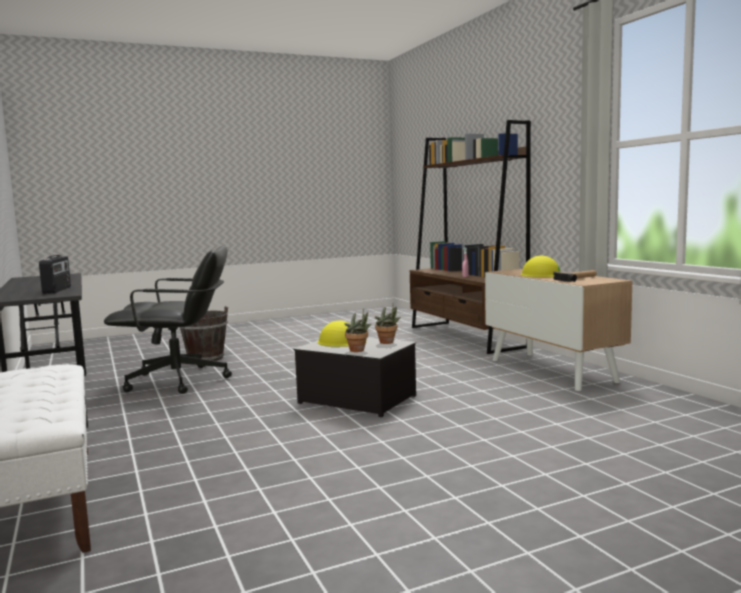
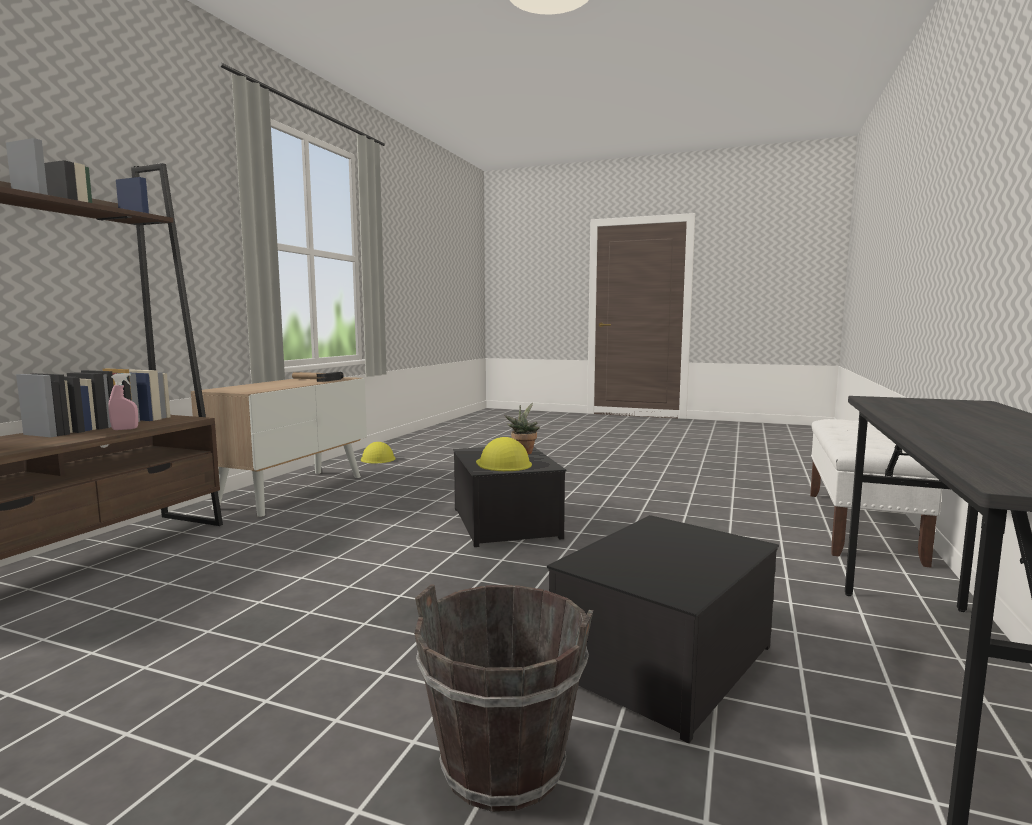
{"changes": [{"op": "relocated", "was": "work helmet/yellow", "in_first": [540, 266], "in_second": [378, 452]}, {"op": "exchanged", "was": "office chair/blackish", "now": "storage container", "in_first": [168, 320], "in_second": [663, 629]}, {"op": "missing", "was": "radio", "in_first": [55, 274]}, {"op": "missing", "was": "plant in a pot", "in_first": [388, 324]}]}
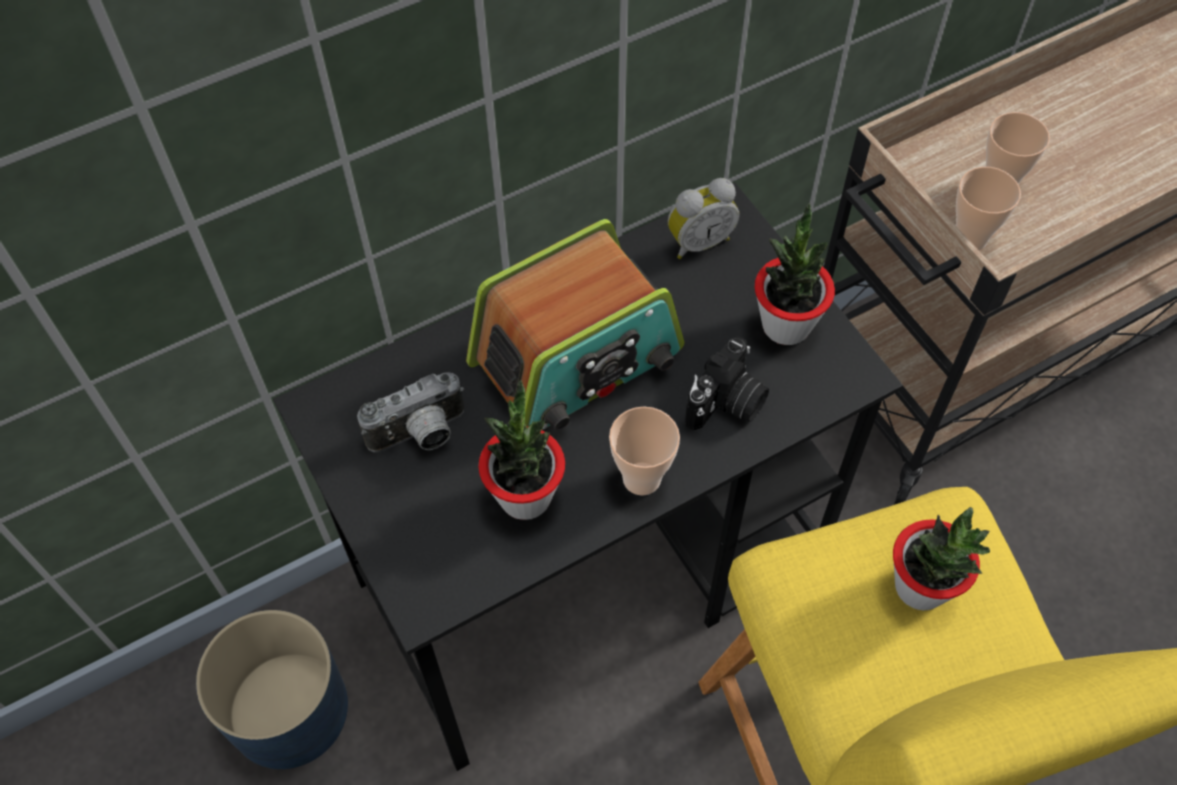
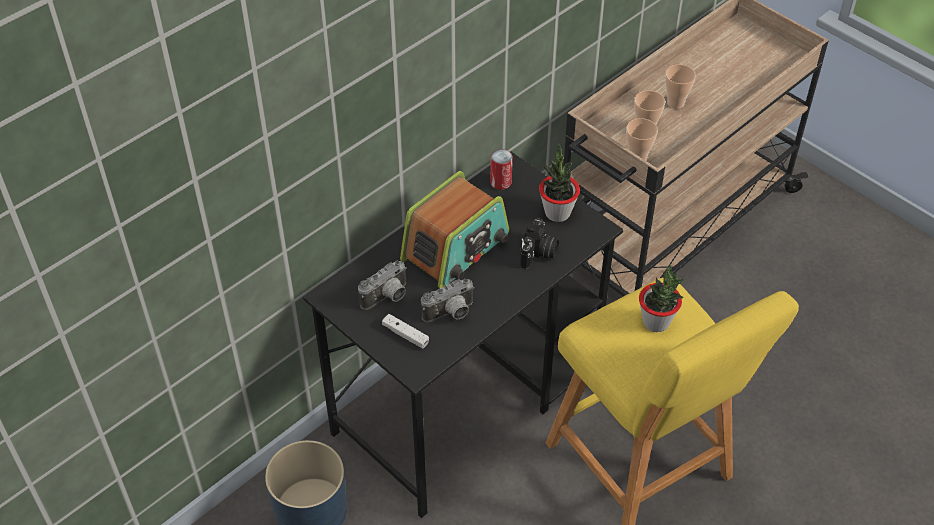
{"changes": [{"op": "appeared", "now": "joypad/whitish", "in_second": [405, 331]}, {"op": "exchanged", "was": "plant in a pot", "now": "photo camera", "in_first": [521, 450], "in_second": [448, 300]}, {"op": "exchanged", "was": "alarm clock", "now": "can", "in_first": [703, 218], "in_second": [501, 169]}, {"op": "relocated", "was": "small cup", "in_first": [644, 451], "in_second": [680, 86]}]}
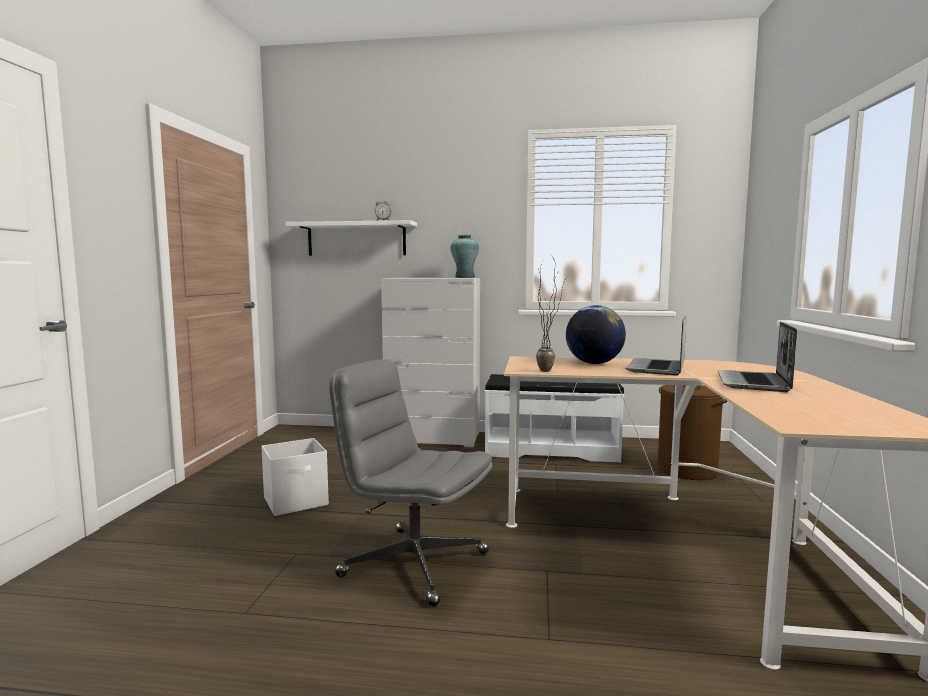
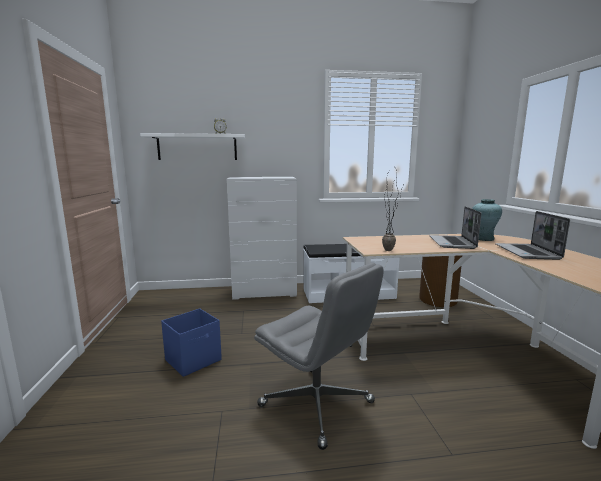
{"changes": [{"op": "colour", "was": "storage container/whitish", "now": "storage container/bluish", "in_first": [295, 477], "in_second": [191, 342]}, {"op": "spun", "was": "office chair/grey", "in_first": [411, 483], "in_second": [319, 356], "clockwise": -150}, {"op": "relocated", "was": "flower vase/turquoise-coloured", "in_first": [464, 256], "in_second": [487, 220]}, {"op": "missing", "was": "globe", "in_first": [596, 334]}]}
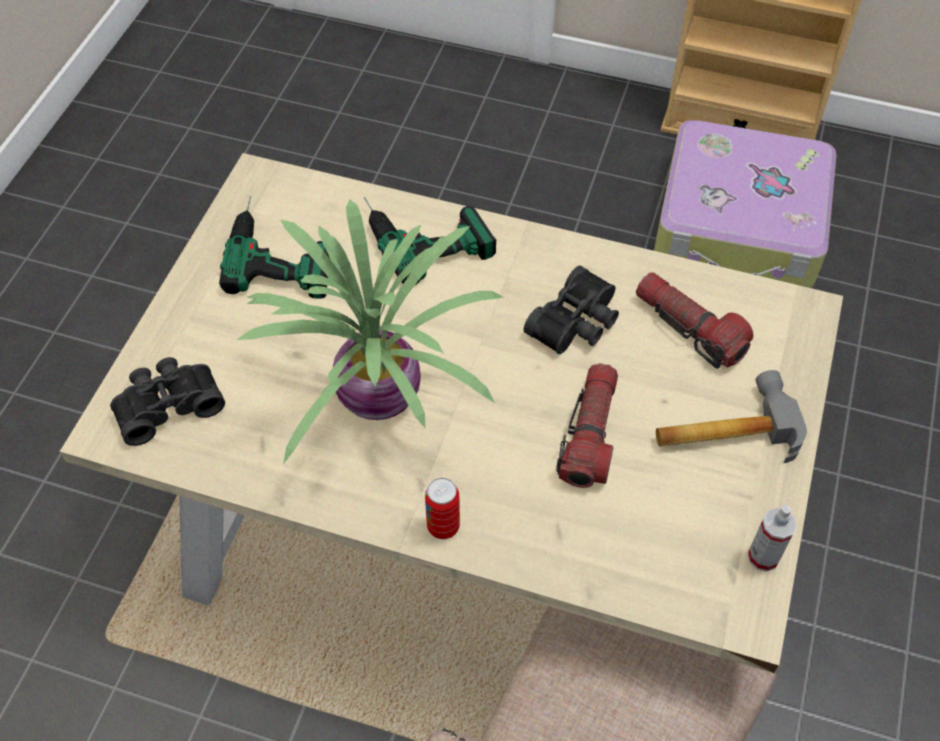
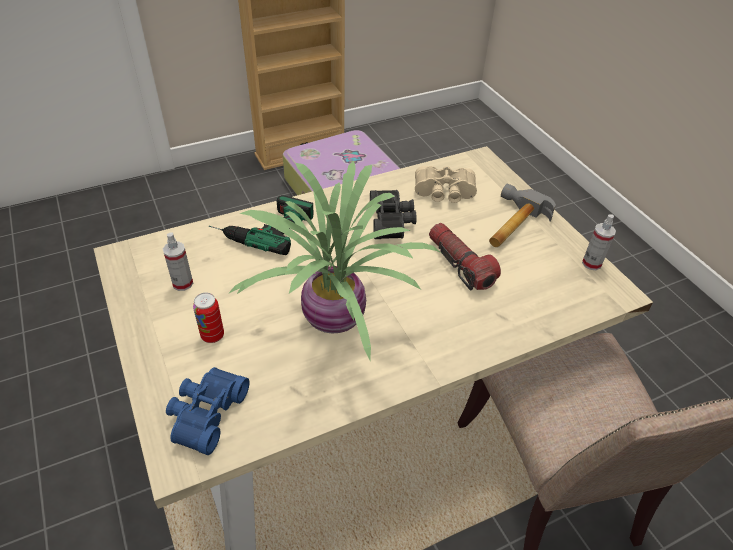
{"changes": [{"op": "exchanged", "was": "power drill", "now": "spray bottle", "in_first": [275, 247], "in_second": [178, 261]}, {"op": "colour", "was": "pair of binoculars/blackish", "now": "pair of binoculars/bluish", "in_first": [167, 401], "in_second": [208, 411]}, {"op": "relocated", "was": "can", "in_first": [442, 508], "in_second": [208, 317]}, {"op": "exchanged", "was": "hand torch", "now": "pair of binoculars/beige-coloured", "in_first": [694, 320], "in_second": [446, 184]}]}
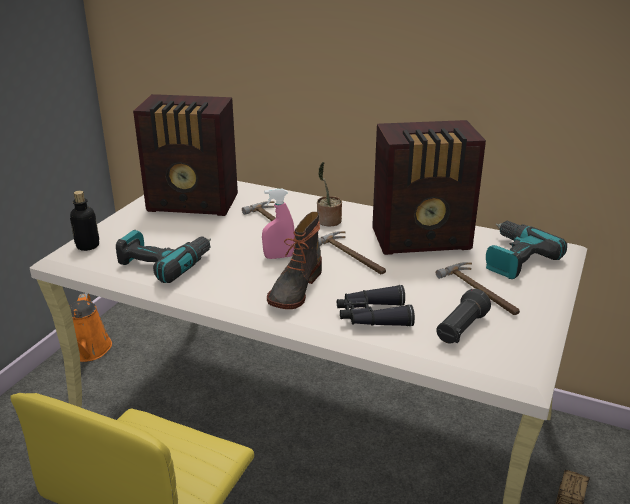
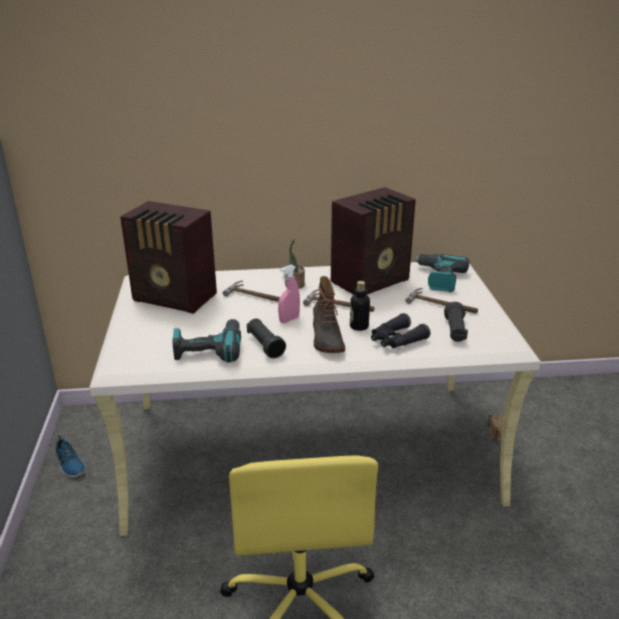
{"changes": [{"op": "exchanged", "was": "watering can/orange", "now": "item of footwear", "in_first": [91, 327], "in_second": [71, 456]}, {"op": "spun", "was": "radio", "in_first": [185, 155], "in_second": [168, 257], "clockwise": 45}, {"op": "appeared", "now": "hand torch/blackish", "in_second": [266, 338]}, {"op": "relocated", "was": "beverage bottle", "in_first": [85, 221], "in_second": [360, 306]}]}
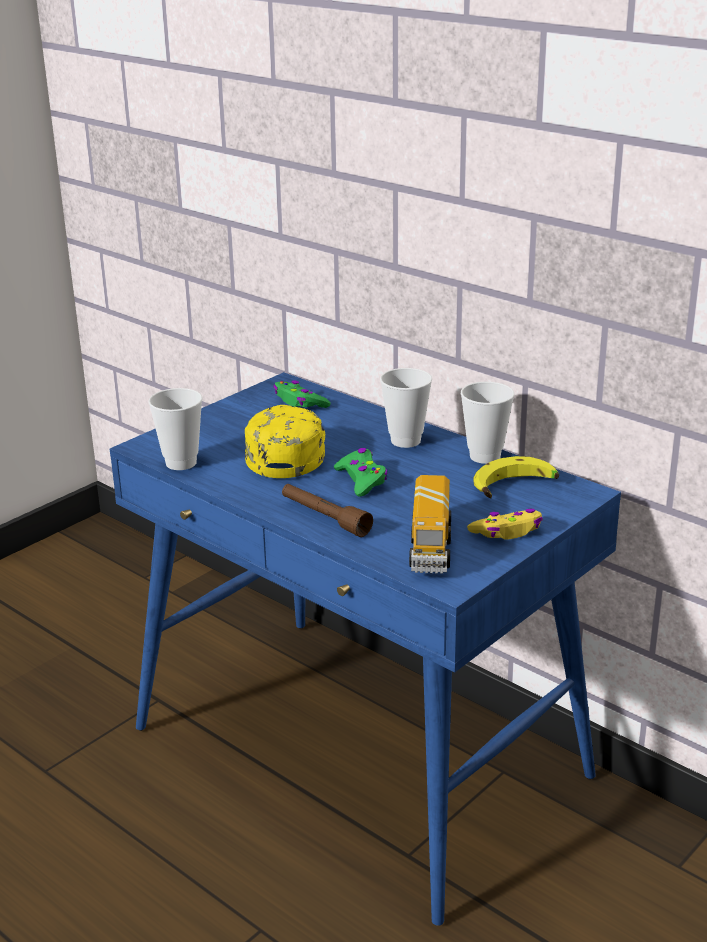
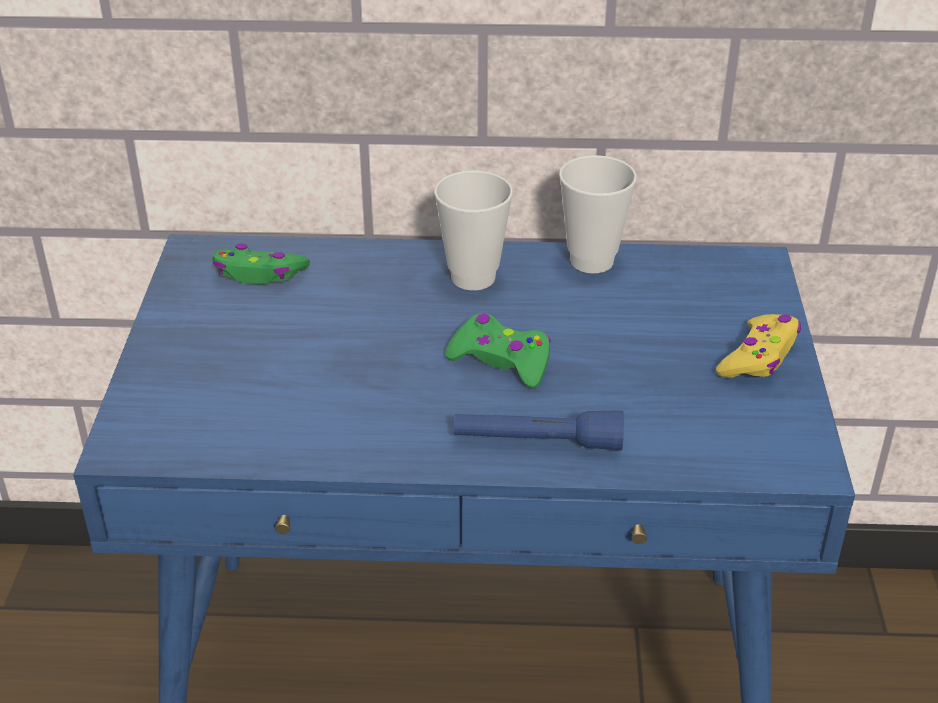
{"changes": [{"op": "colour", "was": "hand torch/brown-coloured", "now": "hand torch/bluish", "in_first": [327, 510], "in_second": [539, 430]}, {"op": "missing", "was": "small cup", "in_first": [175, 429]}, {"op": "missing", "was": "baseball cap/yellow", "in_first": [285, 441]}, {"op": "missing", "was": "toy lorry", "in_first": [430, 524]}, {"op": "missing", "was": "whole banana", "in_first": [516, 477]}]}
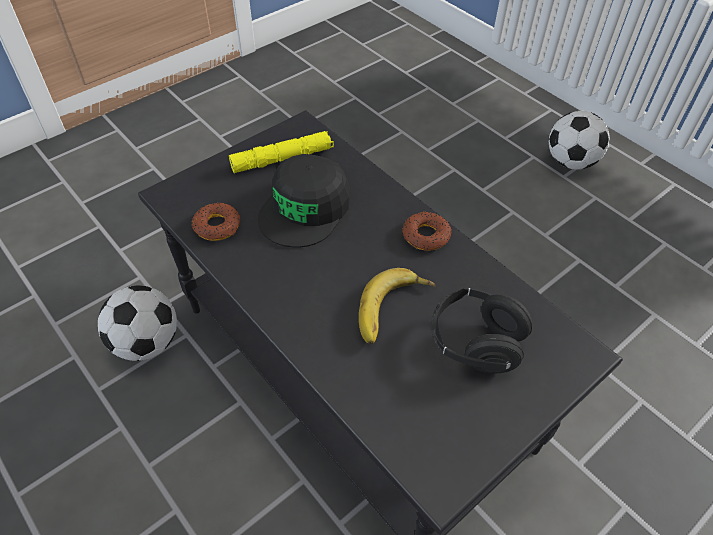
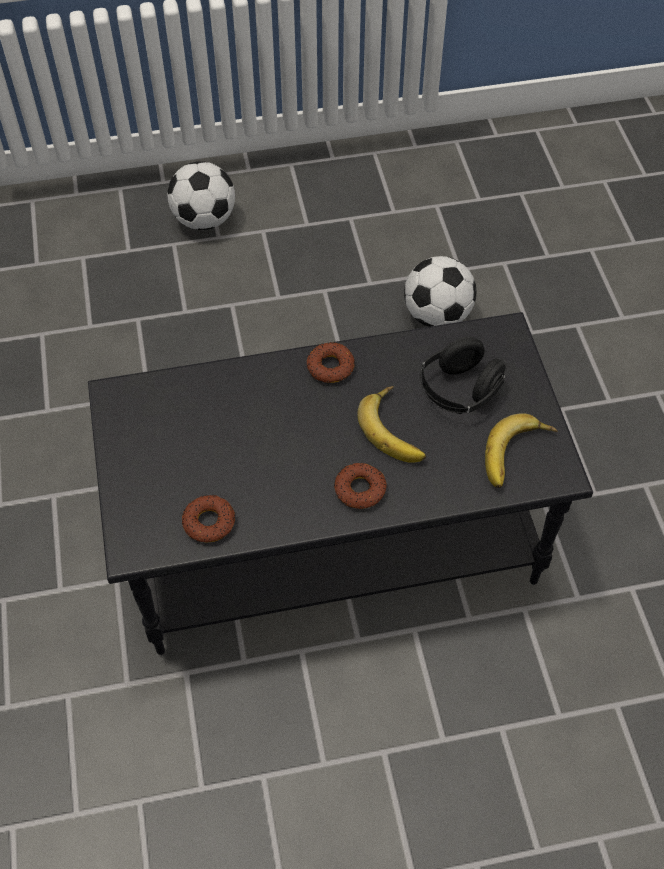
{"changes": [{"op": "appeared", "now": "doughnut", "in_second": [360, 486]}, {"op": "relocated", "was": "ball for football", "in_first": [137, 323], "in_second": [440, 291]}, {"op": "appeared", "now": "whole banana", "in_second": [521, 450]}, {"op": "missing", "was": "hand torch/yellow", "in_first": [281, 152]}, {"op": "missing", "was": "baseball cap/blackish", "in_first": [304, 201]}]}
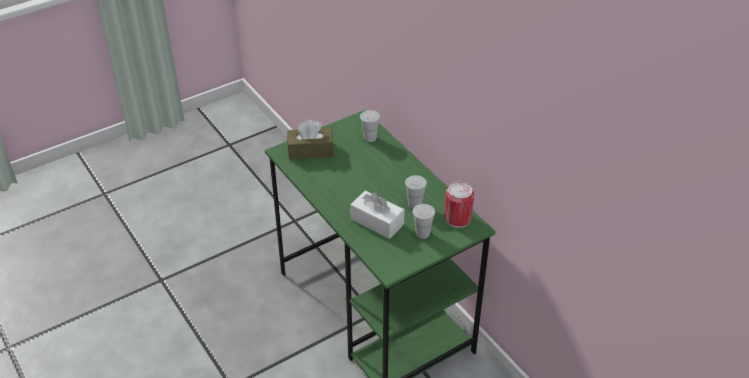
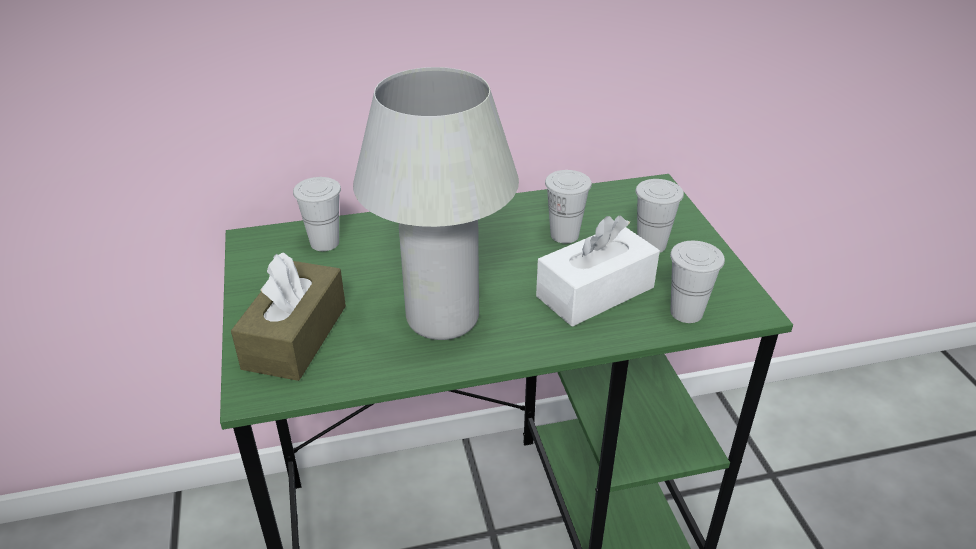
{"changes": [{"op": "appeared", "now": "tabletop lamp/whitish", "in_second": [436, 203]}, {"op": "appeared", "now": "small cup/whitish", "in_second": [697, 282]}, {"op": "missing", "was": "can", "in_first": [459, 205]}]}
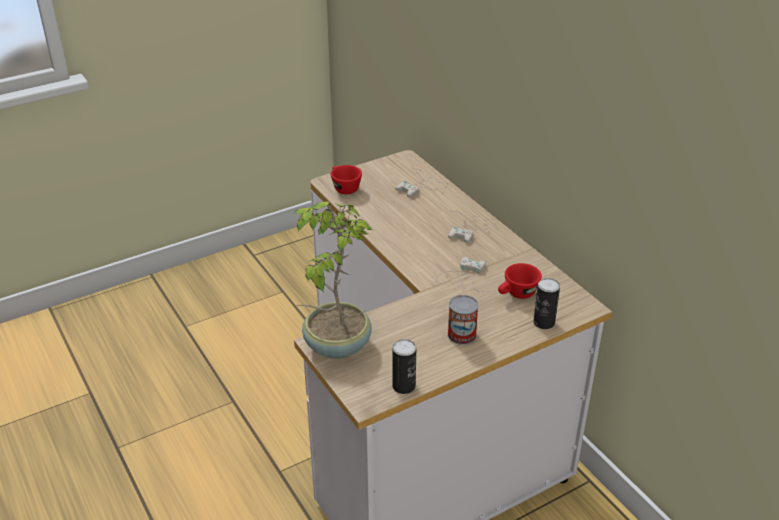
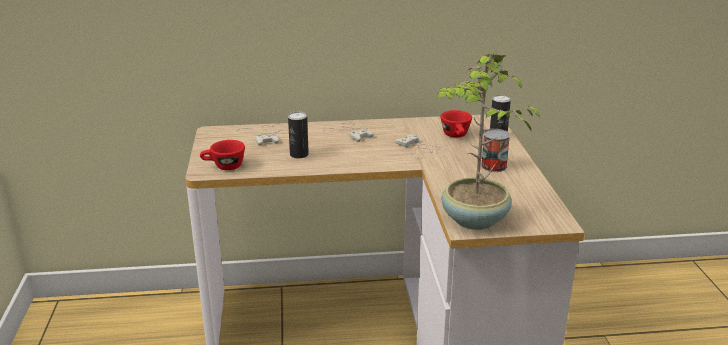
{"changes": [{"op": "relocated", "was": "can", "in_first": [404, 366], "in_second": [298, 135]}]}
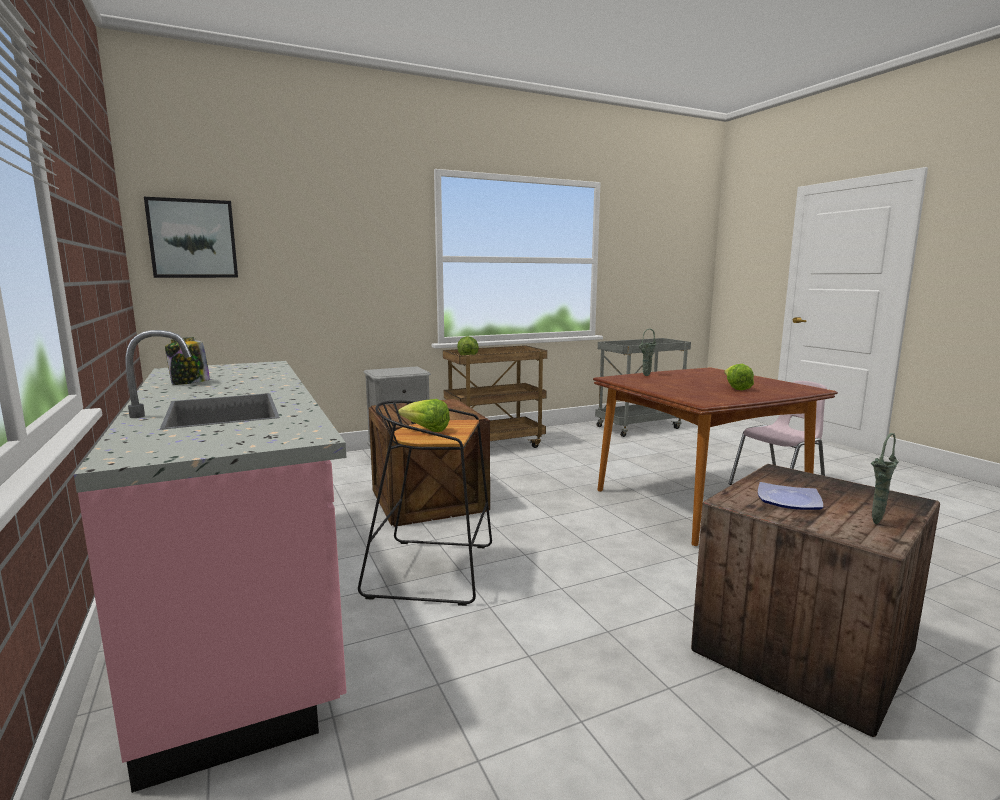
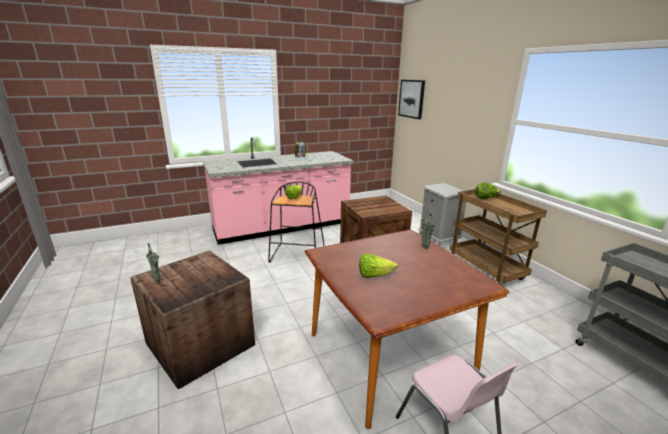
{"changes": [{"op": "missing", "was": "plate", "in_first": [790, 496]}]}
